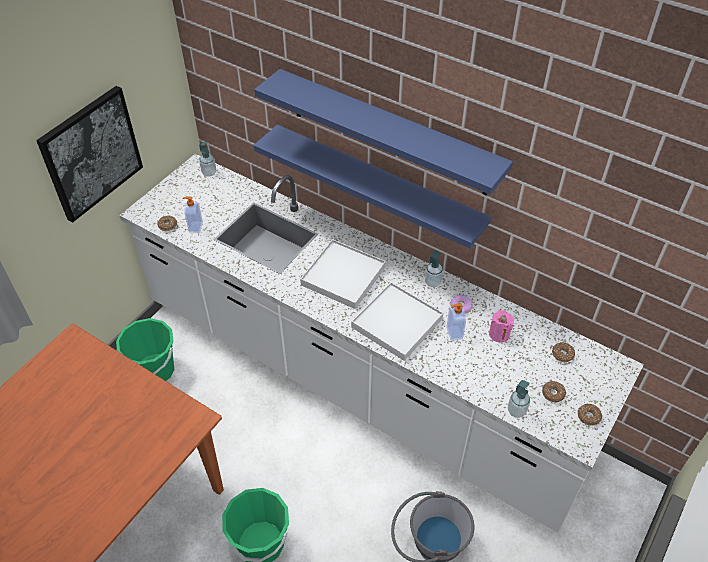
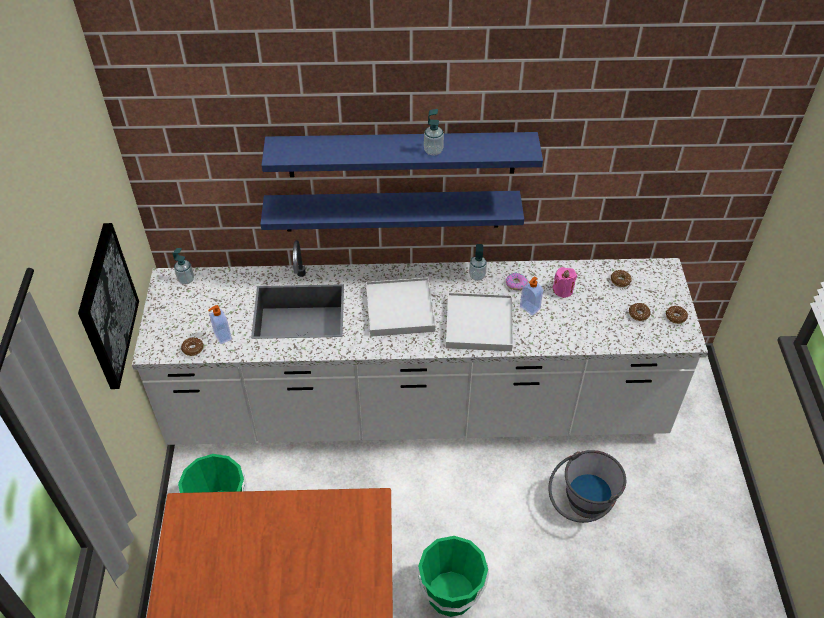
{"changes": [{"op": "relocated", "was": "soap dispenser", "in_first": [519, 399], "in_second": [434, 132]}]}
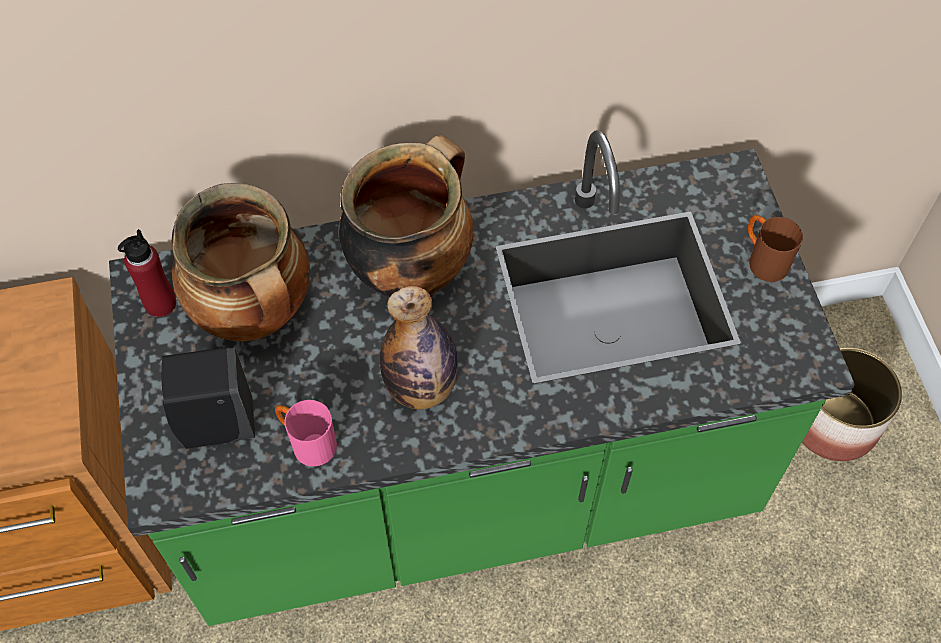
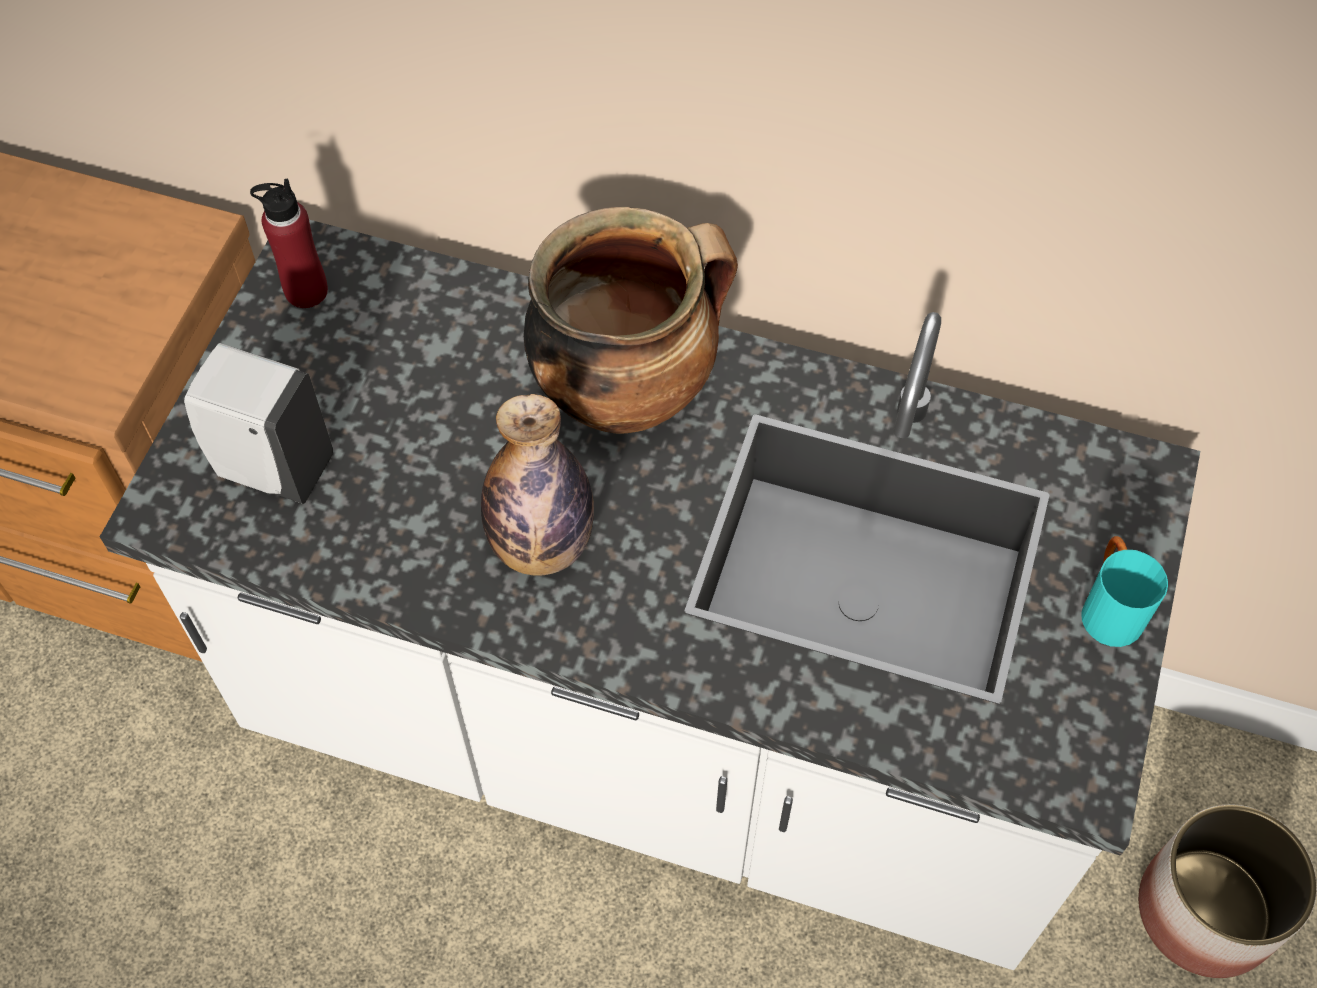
{"changes": [{"op": "colour", "was": "kitchen counter/green", "now": "kitchen counter/whitish", "in_first": [482, 378], "in_second": [650, 595]}, {"op": "colour", "was": "soap dispenser/blackish", "now": "soap dispenser/whitish", "in_first": [208, 398], "in_second": [258, 423]}, {"op": "colour", "was": "mug/brown-coloured", "now": "mug/turquoise-coloured", "in_first": [775, 248], "in_second": [1124, 591]}, {"op": "missing", "was": "saucepot", "in_first": [241, 262]}, {"op": "missing", "was": "mug/pinkish", "in_first": [306, 433]}]}
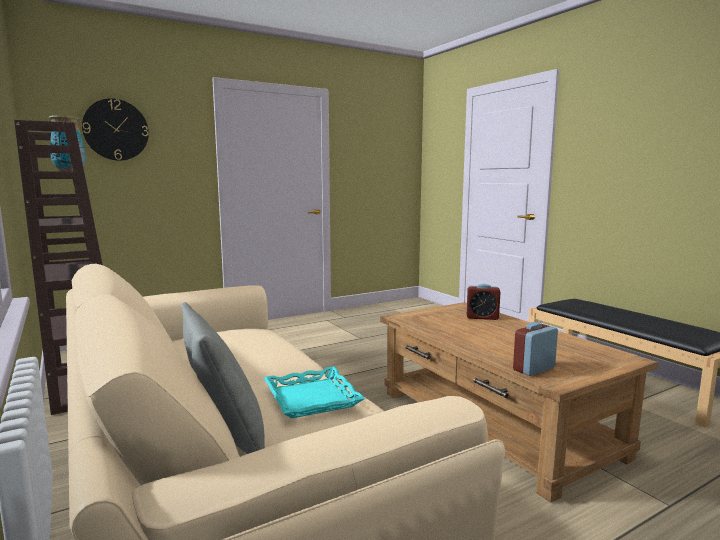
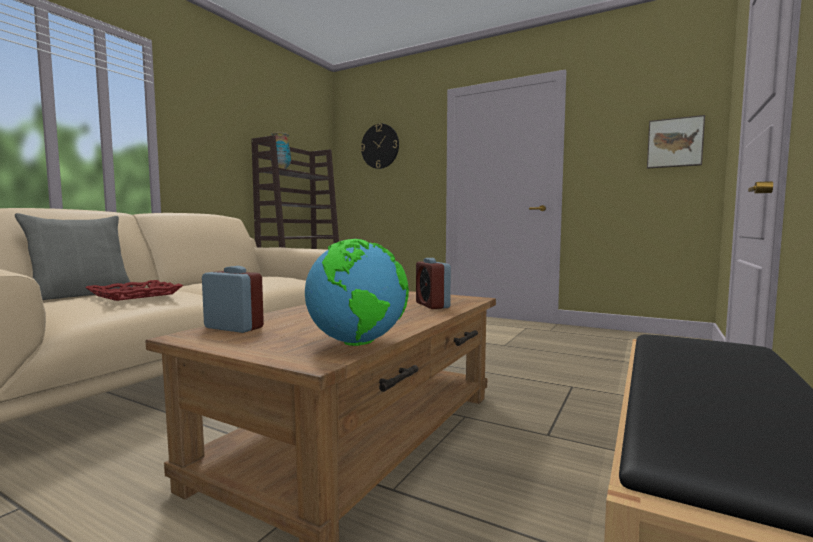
{"changes": [{"op": "colour", "was": "carrying tray/turquoise-coloured", "now": "carrying tray/red-coloured", "in_first": [314, 392], "in_second": [134, 290]}, {"op": "appeared", "now": "globe", "in_second": [357, 292]}, {"op": "appeared", "now": "picture", "in_second": [676, 142]}]}
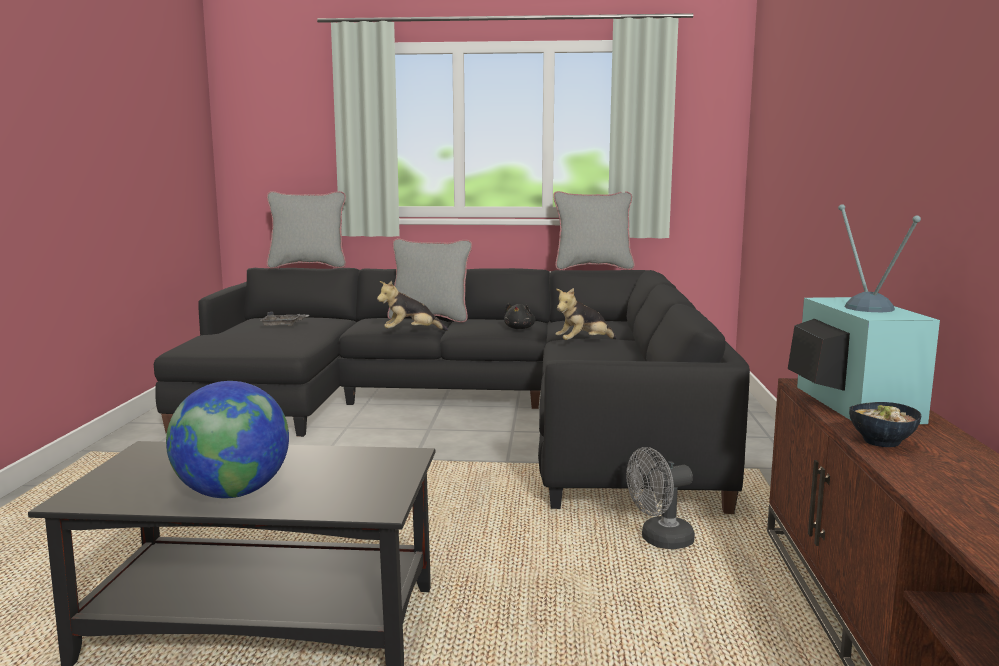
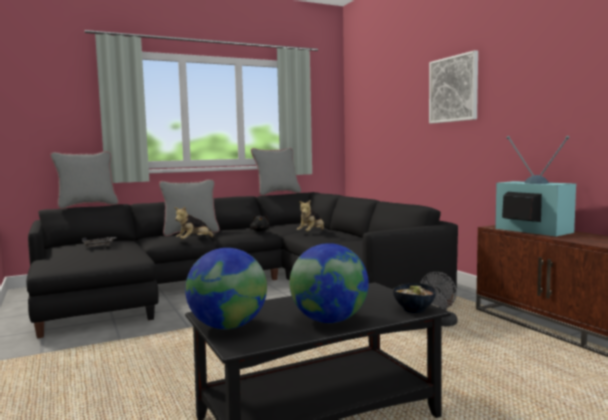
{"changes": [{"op": "appeared", "now": "globe", "in_second": [226, 288]}, {"op": "relocated", "was": "serving bowl", "in_first": [885, 424], "in_second": [414, 298]}, {"op": "appeared", "now": "picture", "in_second": [453, 87]}]}
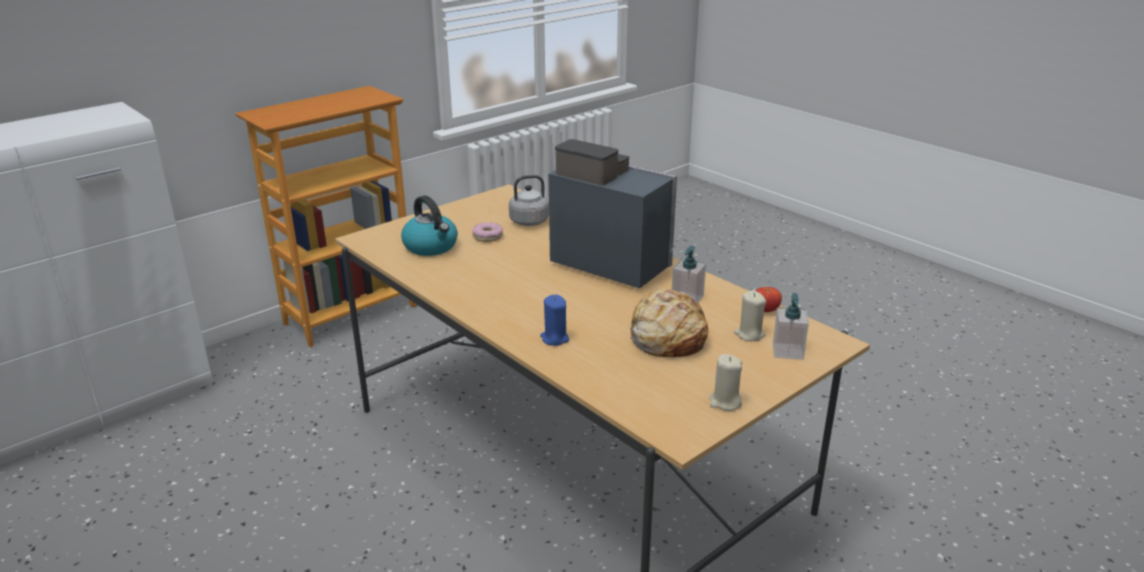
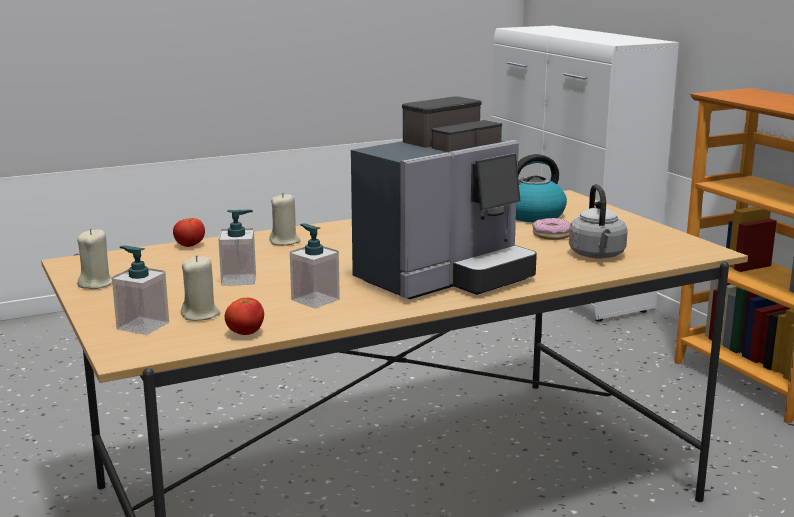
{"changes": [{"op": "appeared", "now": "tomato", "in_second": [189, 232]}, {"op": "exchanged", "was": "bakery bread", "now": "soap dispenser", "in_first": [669, 323], "in_second": [237, 247]}, {"op": "colour", "was": "wax light/bluish", "now": "wax light/beige-coloured", "in_first": [554, 320], "in_second": [285, 219]}]}
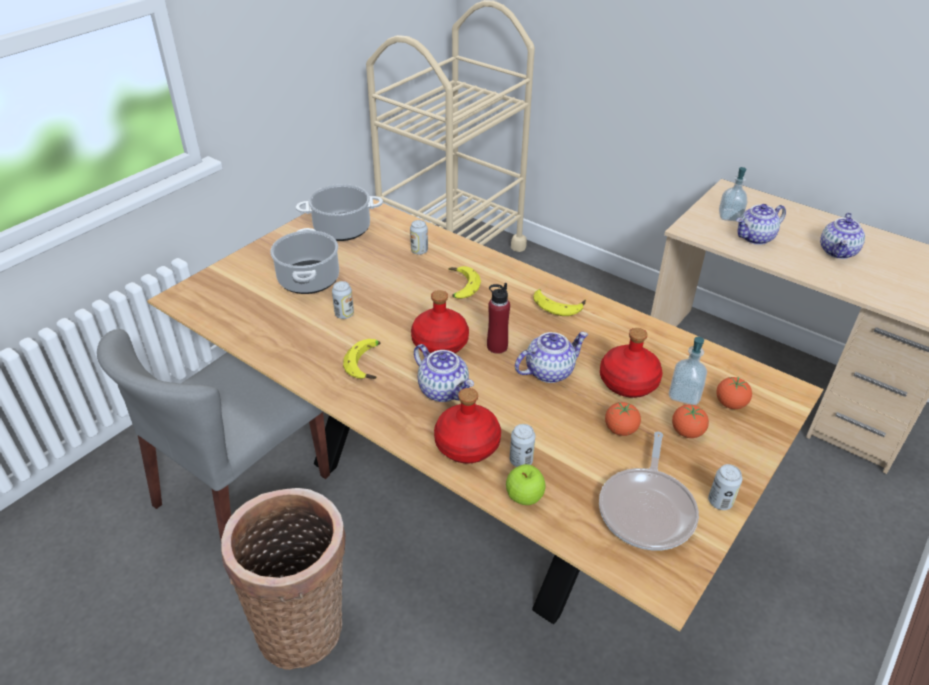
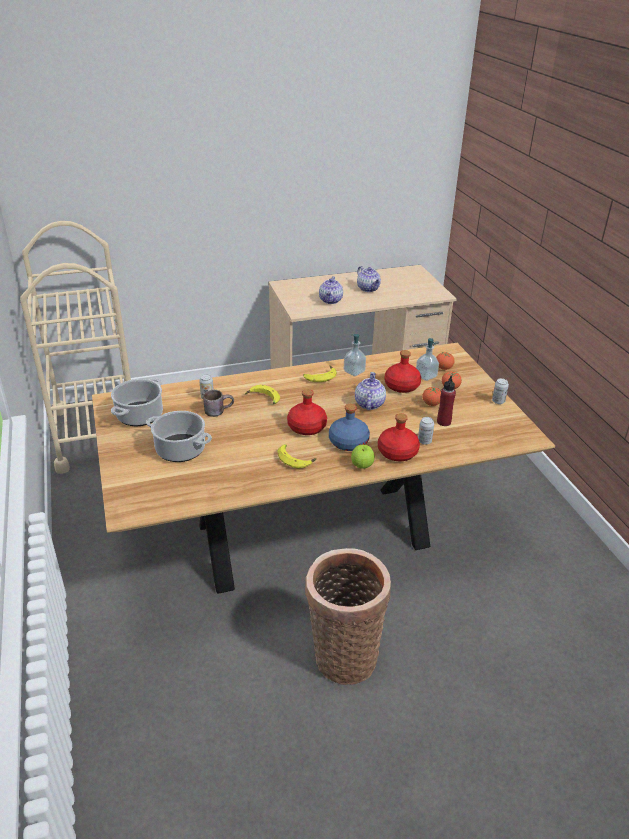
{"changes": [{"op": "appeared", "now": "mug/brown-coloured", "in_second": [218, 403]}, {"op": "exchanged", "was": "tea pot", "now": "beverage bottle/bluish", "in_first": [444, 373], "in_second": [349, 427]}, {"op": "relocated", "was": "soap dispenser", "in_first": [733, 194], "in_second": [355, 355]}, {"op": "relocated", "was": "whole apple", "in_first": [526, 484], "in_second": [363, 457]}, {"op": "relocated", "was": "beverage bottle/red-coloured", "in_first": [498, 318], "in_second": [446, 401]}, {"op": "missing", "was": "chair/grey", "in_first": [213, 434]}, {"op": "missing", "was": "can", "in_first": [343, 300]}, {"op": "missing", "was": "pan", "in_first": [649, 491]}]}
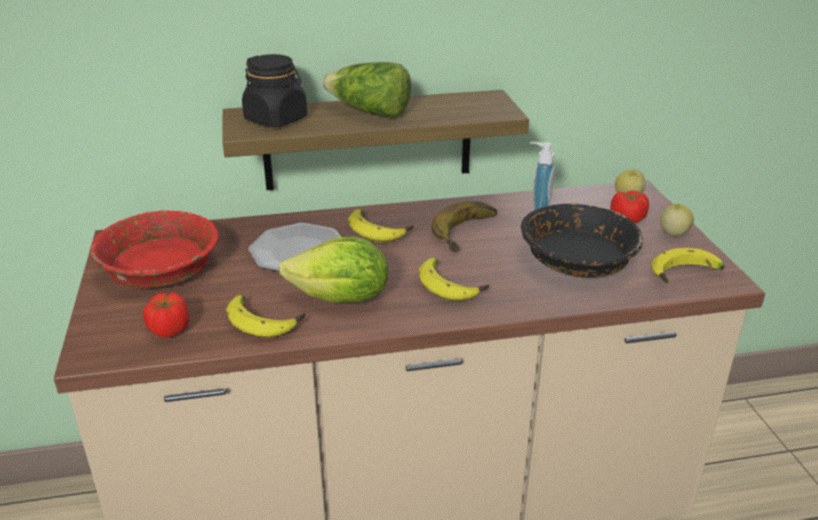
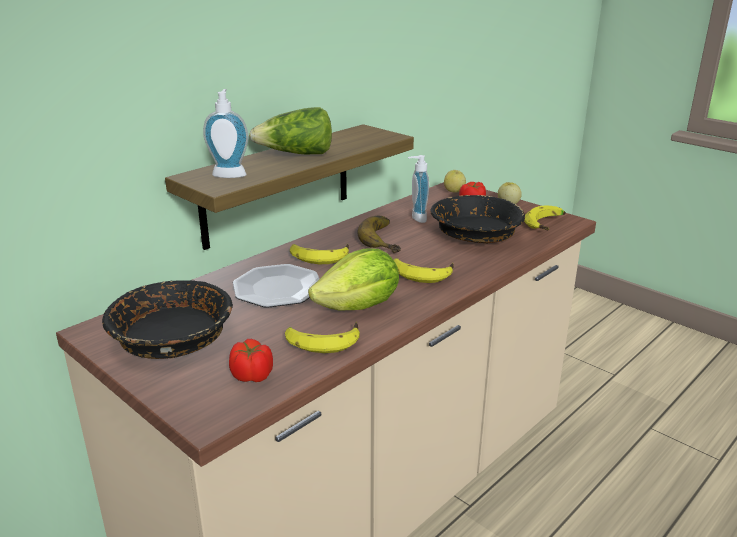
{"changes": [{"op": "colour", "was": "serving bowl/red-coloured", "now": "serving bowl/blackish", "in_first": [154, 249], "in_second": [167, 319]}, {"op": "exchanged", "was": "preserve jar/blackish", "now": "soap dispenser", "in_first": [274, 90], "in_second": [225, 133]}]}
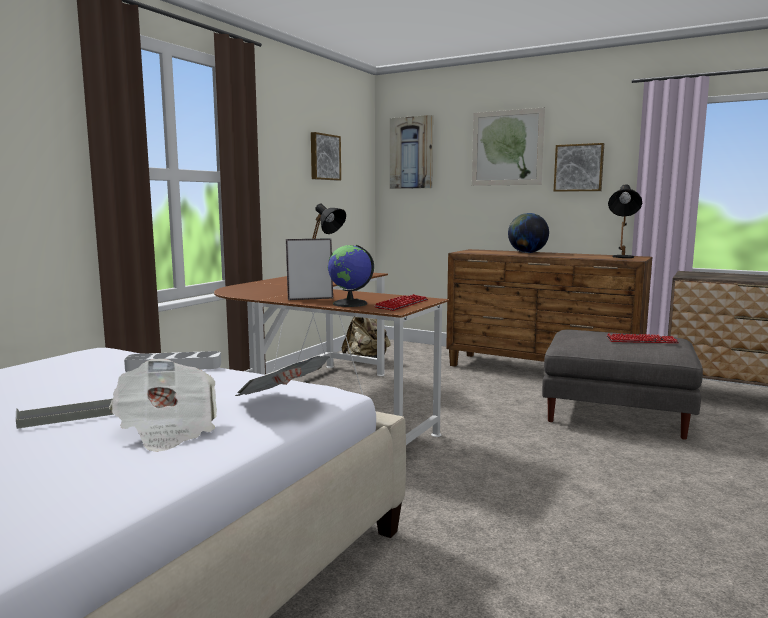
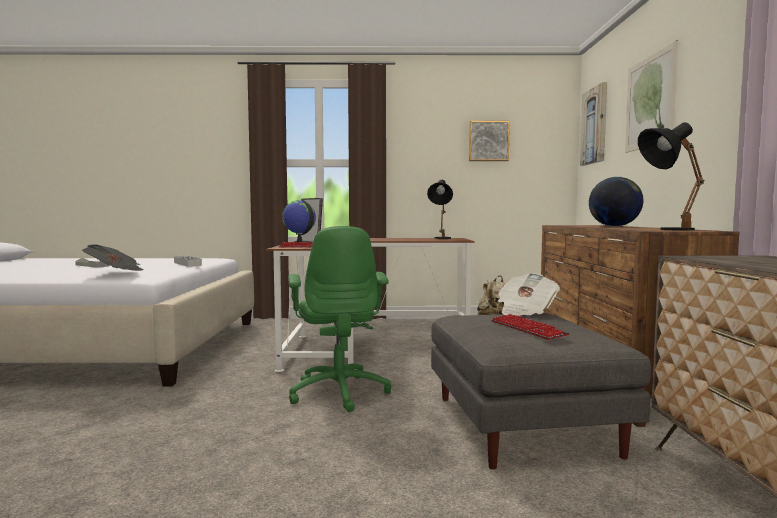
{"changes": [{"op": "appeared", "now": "office chair/green", "in_second": [339, 319]}, {"op": "relocated", "was": "daily paper", "in_first": [163, 405], "in_second": [529, 294]}, {"op": "missing", "was": "picture", "in_first": [579, 167]}]}
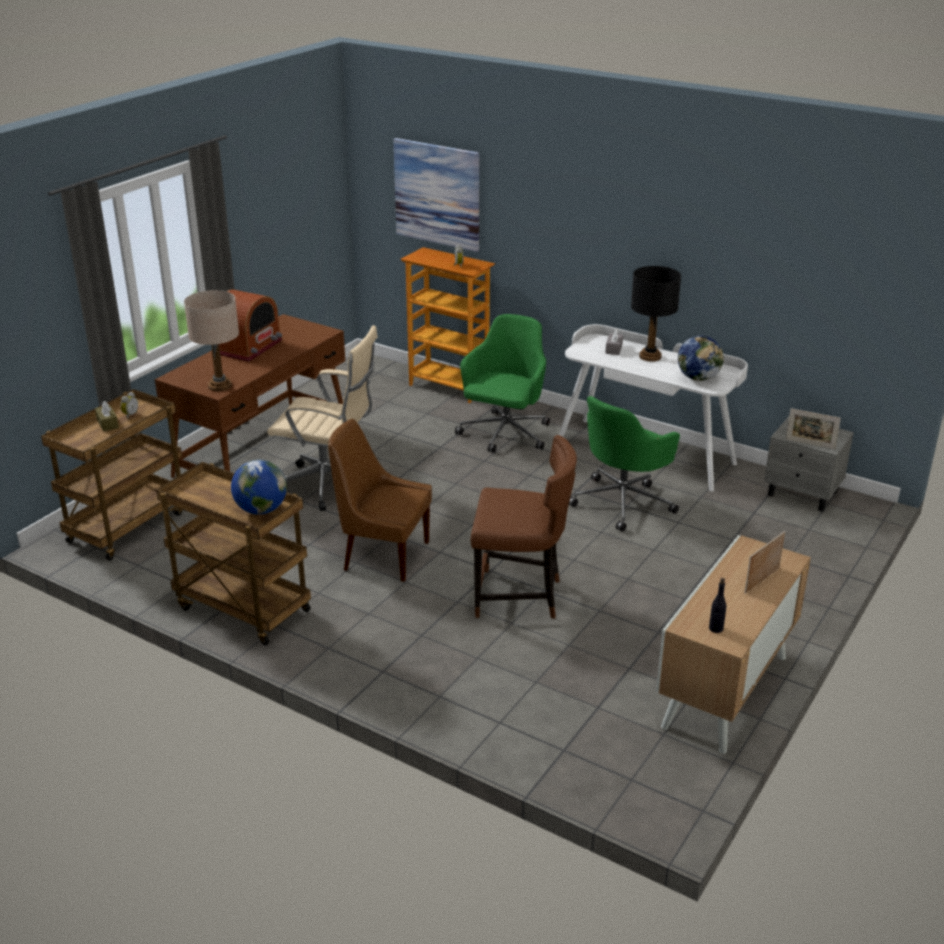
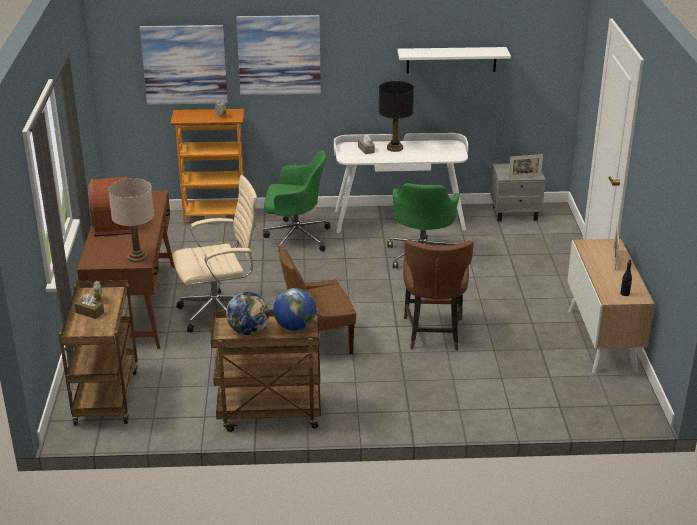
{"changes": [{"op": "relocated", "was": "globe", "in_first": [701, 358], "in_second": [248, 313]}, {"op": "appeared", "now": "picture", "in_second": [278, 55]}, {"op": "spun", "was": "office chair/green", "in_first": [502, 383], "in_second": [297, 200], "clockwise": 105}, {"op": "appeared", "now": "bracket shelf/whitish", "in_second": [454, 60]}, {"op": "spun", "was": "chair/brown-coloured", "in_first": [524, 527], "in_second": [438, 295], "clockwise": 120}]}
